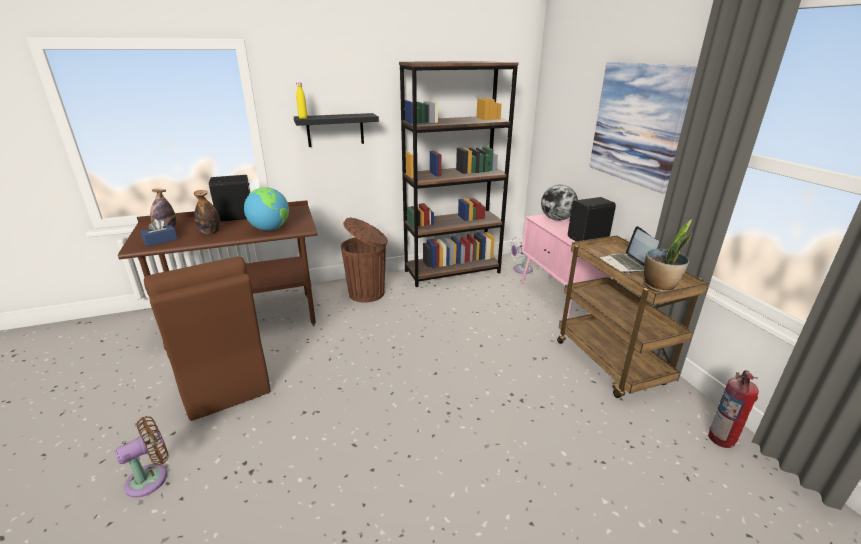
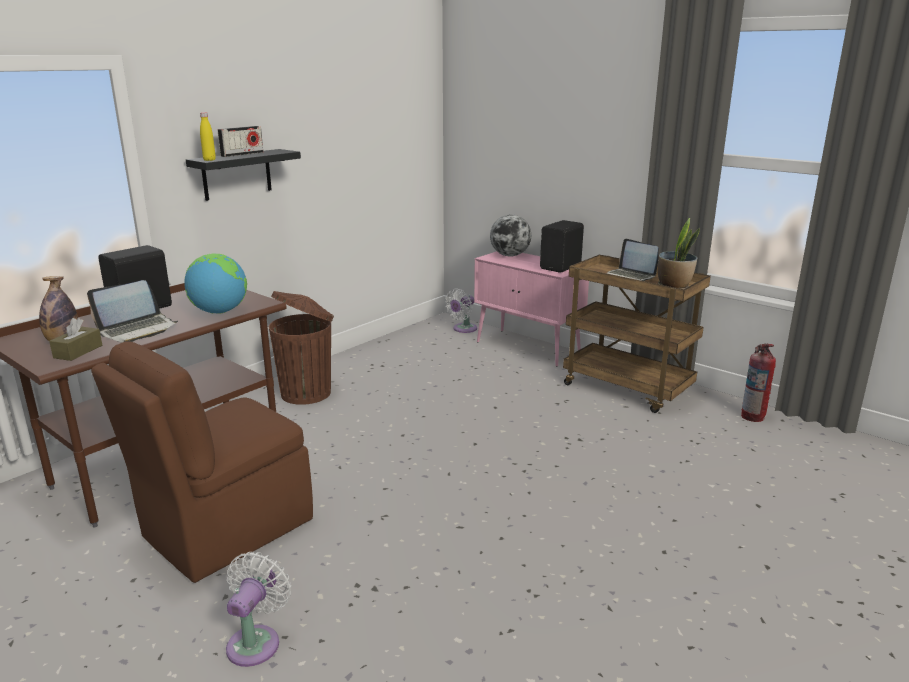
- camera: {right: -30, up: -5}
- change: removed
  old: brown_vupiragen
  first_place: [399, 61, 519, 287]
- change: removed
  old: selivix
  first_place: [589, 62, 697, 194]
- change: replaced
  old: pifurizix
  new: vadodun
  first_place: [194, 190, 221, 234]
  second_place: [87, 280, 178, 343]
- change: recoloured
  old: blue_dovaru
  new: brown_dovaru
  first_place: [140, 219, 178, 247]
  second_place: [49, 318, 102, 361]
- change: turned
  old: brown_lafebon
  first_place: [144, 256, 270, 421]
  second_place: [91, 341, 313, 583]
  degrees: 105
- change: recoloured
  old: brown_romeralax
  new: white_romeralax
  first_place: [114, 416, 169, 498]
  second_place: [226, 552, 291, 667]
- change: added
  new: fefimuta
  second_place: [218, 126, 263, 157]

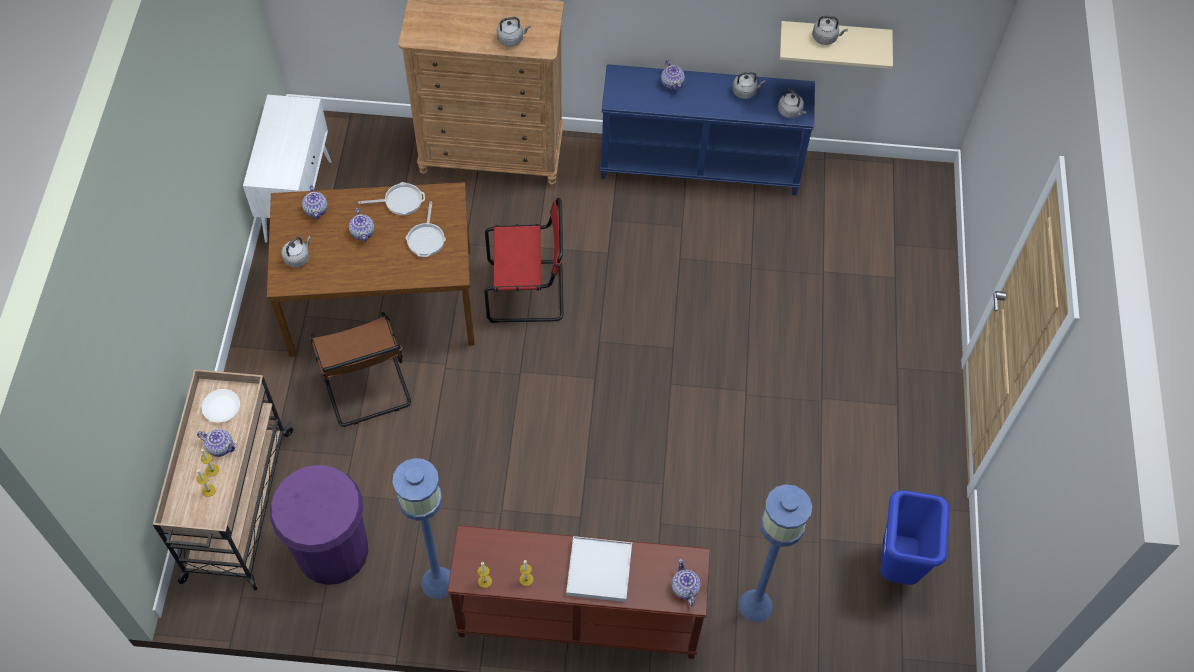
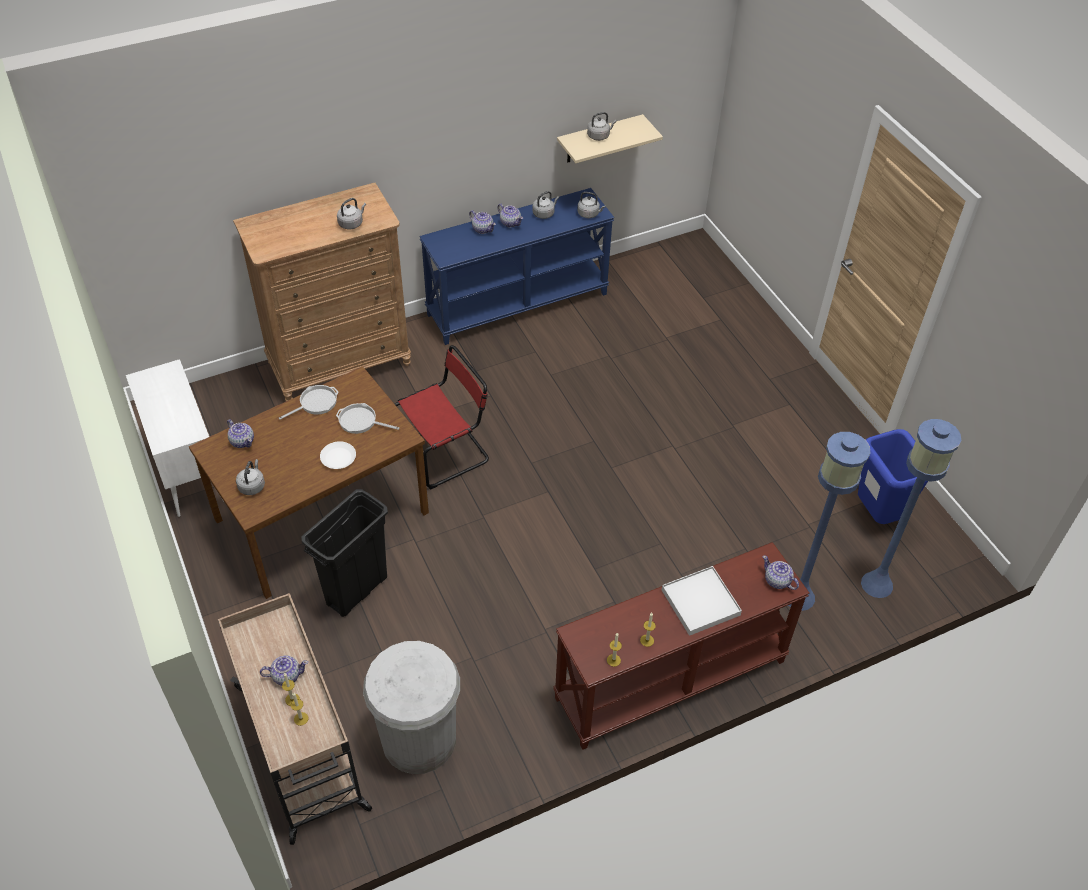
- camera: {right: -30, up: -10}
- change: turned
  old: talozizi
  first_place: [406, 202, 446, 257]
  second_place: [336, 403, 399, 434]
  degrees: 135
- change: moved
  old: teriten
  first_place: [349, 208, 374, 242]
  second_place: [497, 204, 523, 227]
- change: replaced
  old: brown_lafebon
  new: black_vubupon
  first_place: [311, 312, 411, 427]
  second_place: [301, 489, 388, 617]
- change: moved
  old: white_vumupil
  first_place: [202, 389, 240, 423]
  second_place: [320, 441, 356, 469]
- change: moved
  old: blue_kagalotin
  first_place: [392, 458, 451, 599]
  second_place: [861, 419, 961, 598]
- change: recoloured
  old: purple_vubupon
  new: white_vubupon
  first_place: [270, 465, 368, 585]
  second_place: [363, 641, 460, 774]

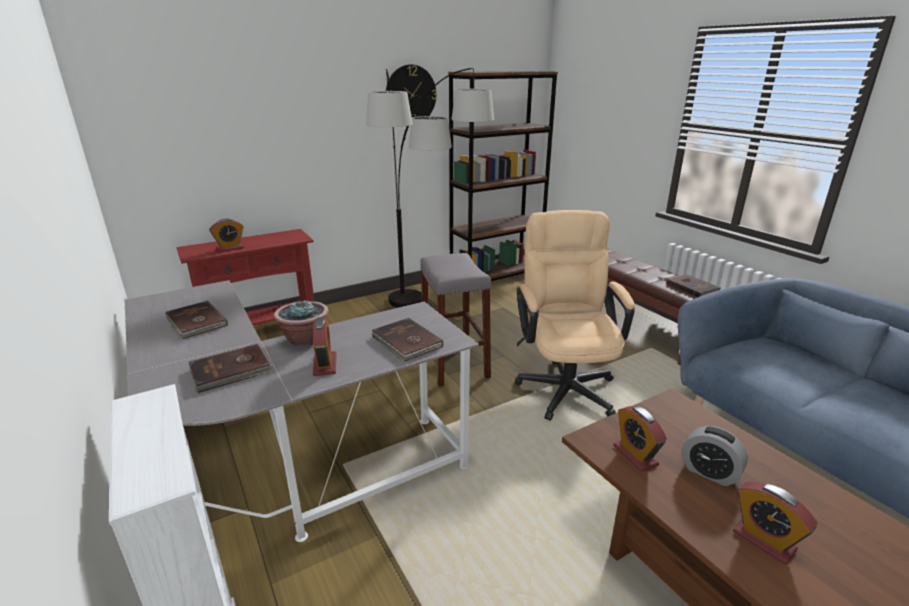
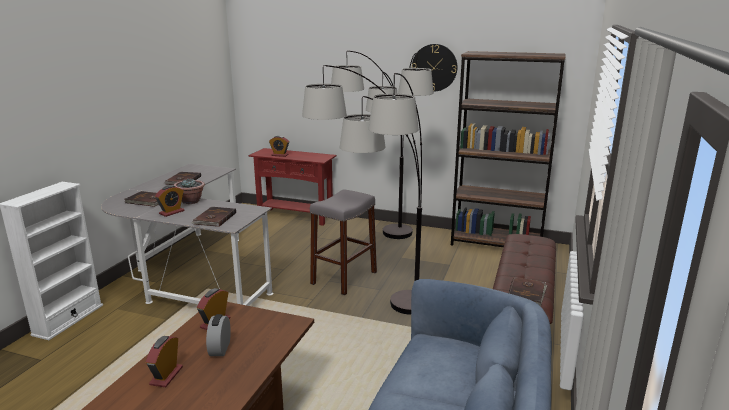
- camera: {right: 50, up: -5}
- change: replaced
  old: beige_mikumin
  new: kagalotin
  first_place: [515, 210, 635, 421]
  second_place: [302, 65, 422, 315]

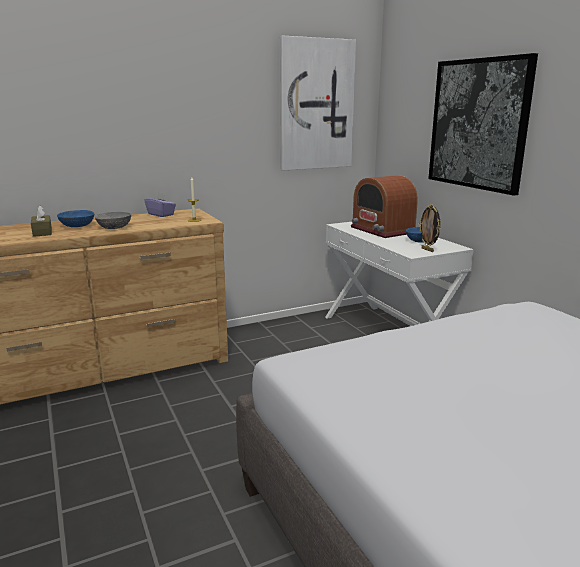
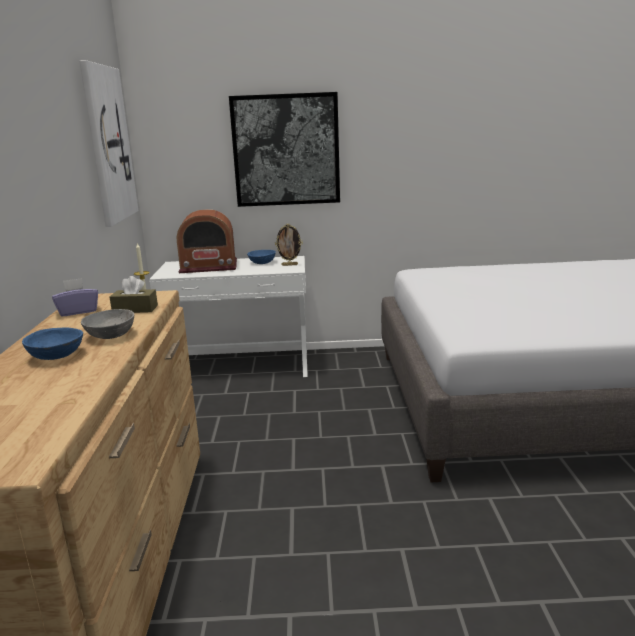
- camera: {right: -65, up: 0}
- change: moved
  old: brown_dovaru
  first_place: [31, 206, 52, 237]
  second_place: [110, 276, 158, 313]

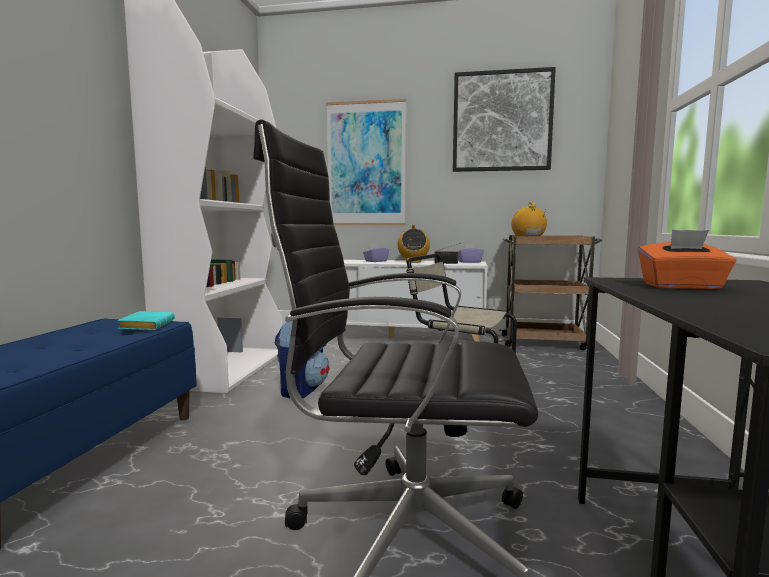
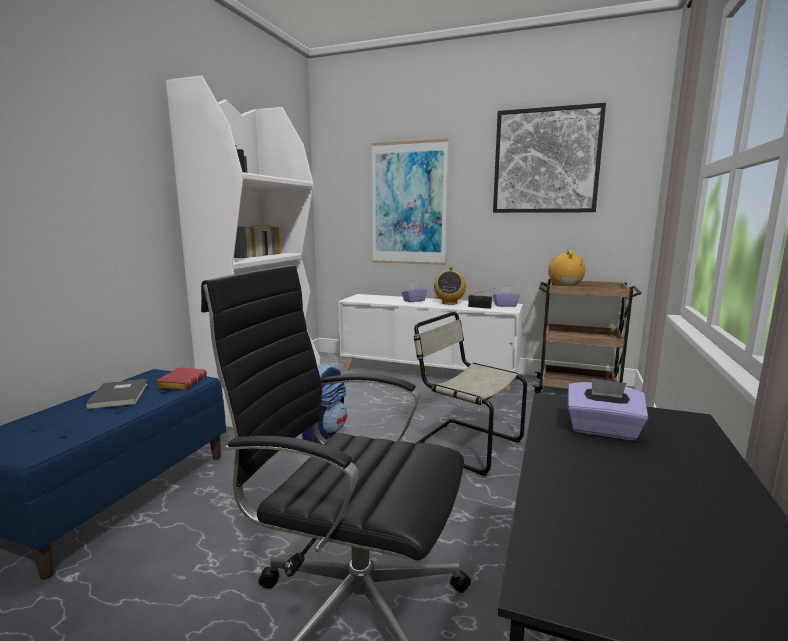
- camera: {right: 10, up: 5}
- change: recoloured
  old: orange_dovaru
  new: purple_dovaru
  first_place: [638, 229, 736, 289]
  second_place: [568, 378, 648, 440]
- change: recoloured
  old: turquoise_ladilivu
  new: red_ladilivu
  first_place: [118, 311, 175, 330]
  second_place: [156, 367, 207, 390]
- change: added
  new: grey_ladilivu
  second_place: [85, 379, 148, 410]

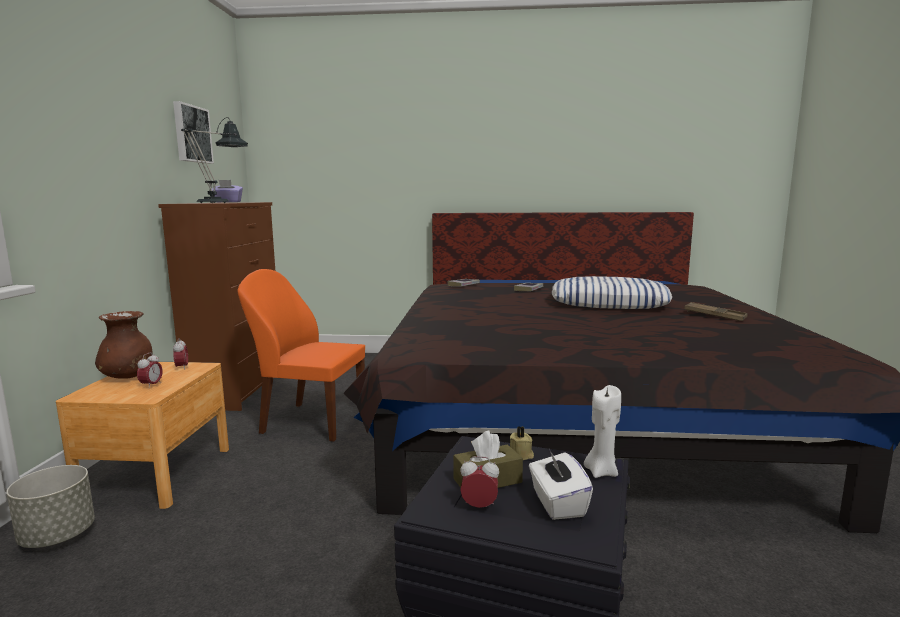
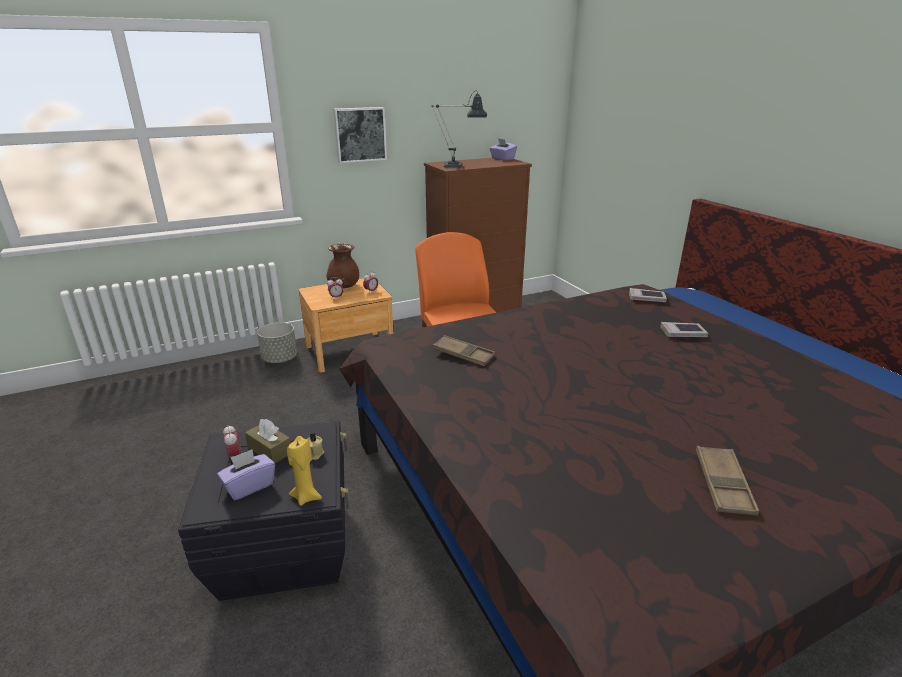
- camera: {right: 60, up: 15}
- change: moved
  old: selivix
  first_place: [173, 101, 214, 164]
  second_place: [333, 107, 387, 163]
- change: removed
  old: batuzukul
  first_place: [552, 276, 672, 309]
- change: recoloured
  old: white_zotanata
  new: yellow_zotanata
  first_place: [584, 385, 621, 478]
  second_place: [287, 436, 322, 506]
- change: recoloured
  old: white_dovaru
  new: purple_dovaru
  first_place: [529, 449, 593, 520]
  second_place: [217, 449, 275, 500]
- change: added
  new: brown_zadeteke
  second_place: [432, 335, 495, 366]

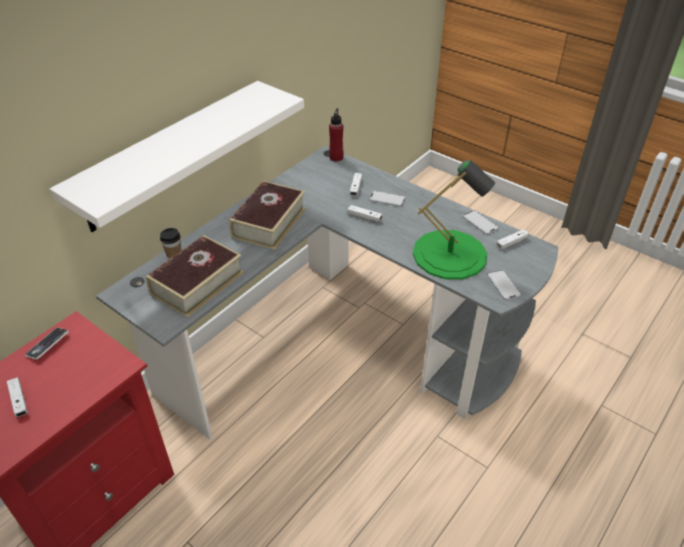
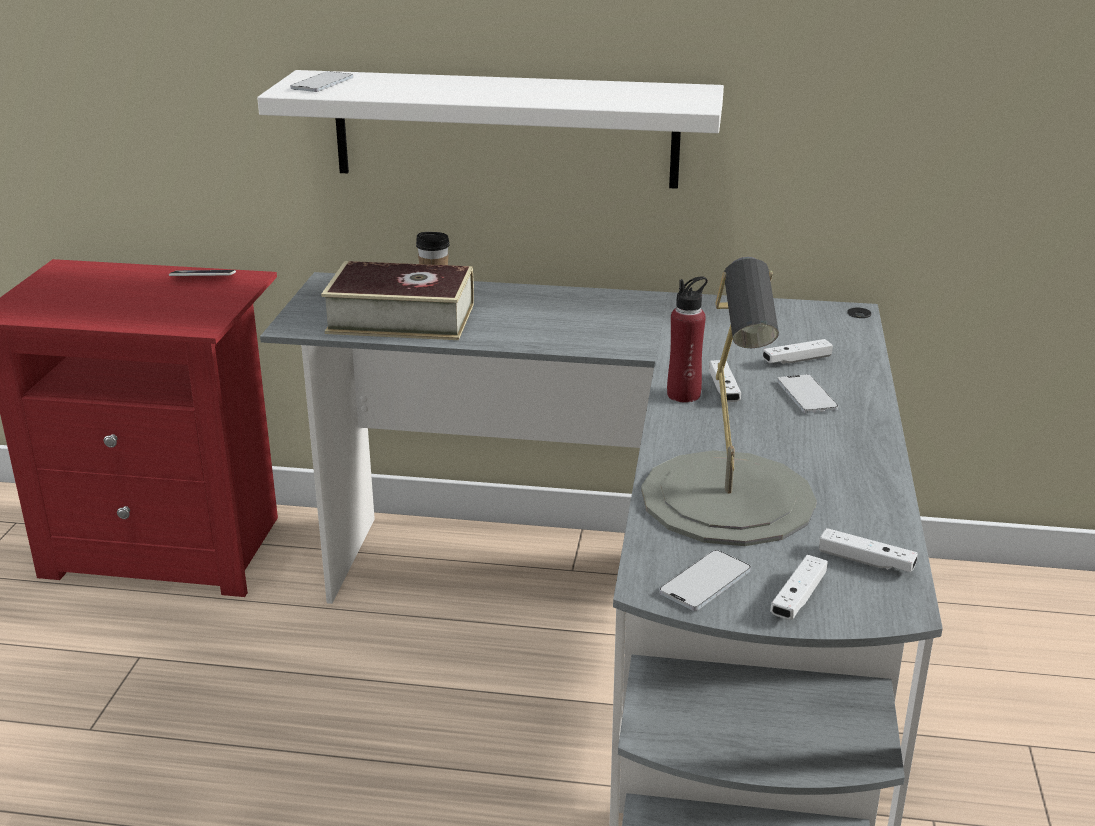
- camera: {right: 60, up: -15}
- change: moved
  old: red_pifurizix
  first_place: [329, 108, 343, 162]
  second_place: [667, 276, 708, 402]
- change: recoloured
  old: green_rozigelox
  new: grey_rozigelox
  first_place: [413, 160, 495, 280]
  second_place: [641, 257, 817, 546]
- change: removed
  old: ladilivu
  first_place: [229, 181, 306, 250]
- change: moved
  old: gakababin
  first_place: [463, 210, 498, 235]
  second_place: [290, 71, 353, 92]
- change: moved
  old: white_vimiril
  first_place: [7, 377, 28, 417]
  second_place: [770, 555, 828, 620]

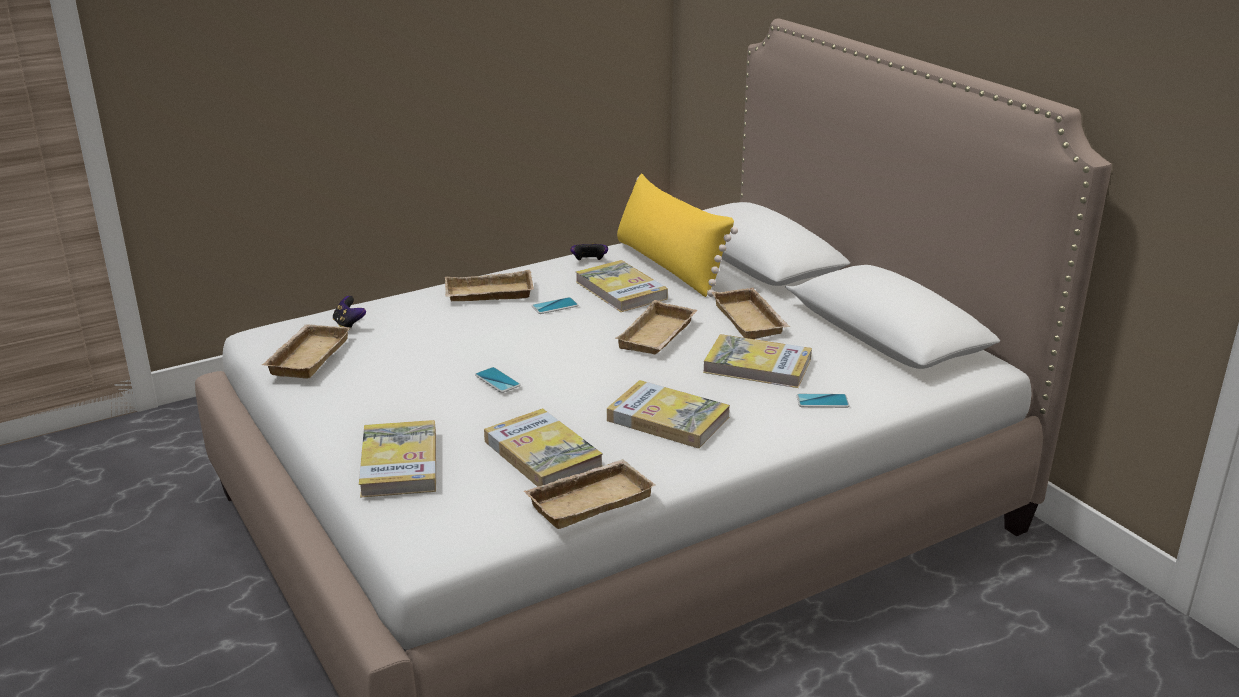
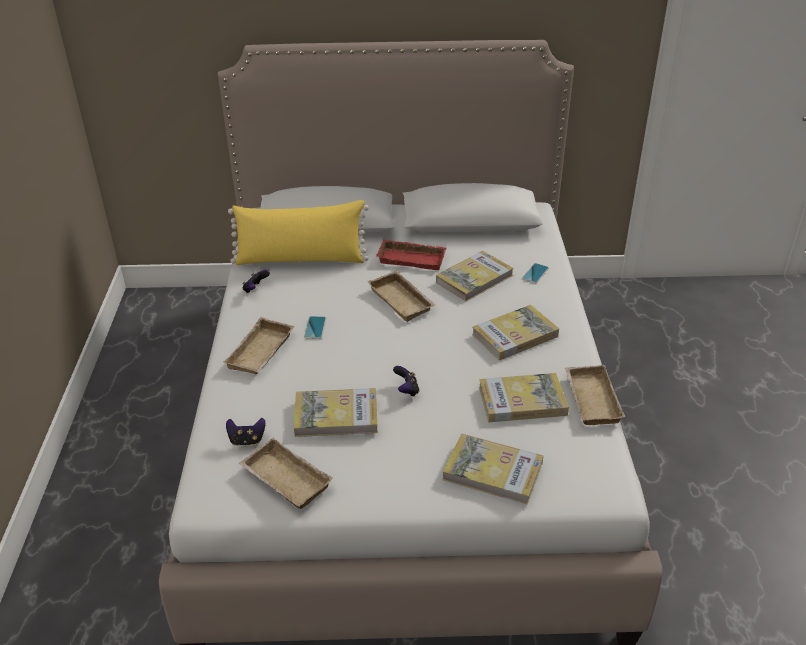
- camera: {right: -60, up: 10}
- change: moved
  old: ladilivu
  first_place: [576, 260, 668, 312]
  second_place: [294, 388, 378, 437]
- change: recoloured
  old: beige_zadeteke
  new: red_zadeteke
  first_place: [711, 288, 790, 339]
  second_place: [376, 239, 446, 270]
- change: replaced
  old: gakababin
  new: vimiril
  first_place: [475, 367, 521, 393]
  second_place: [393, 366, 419, 397]

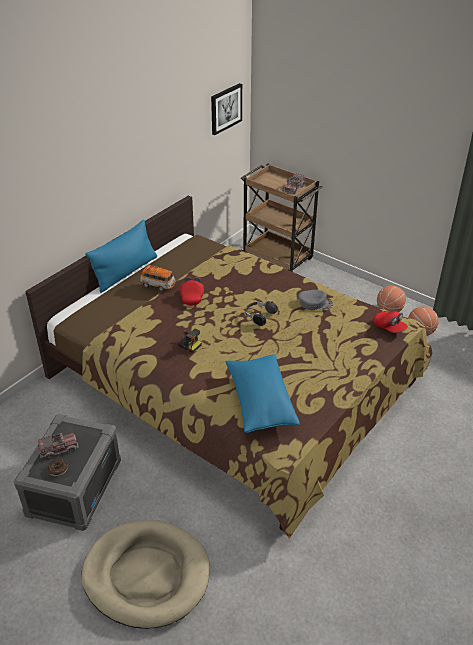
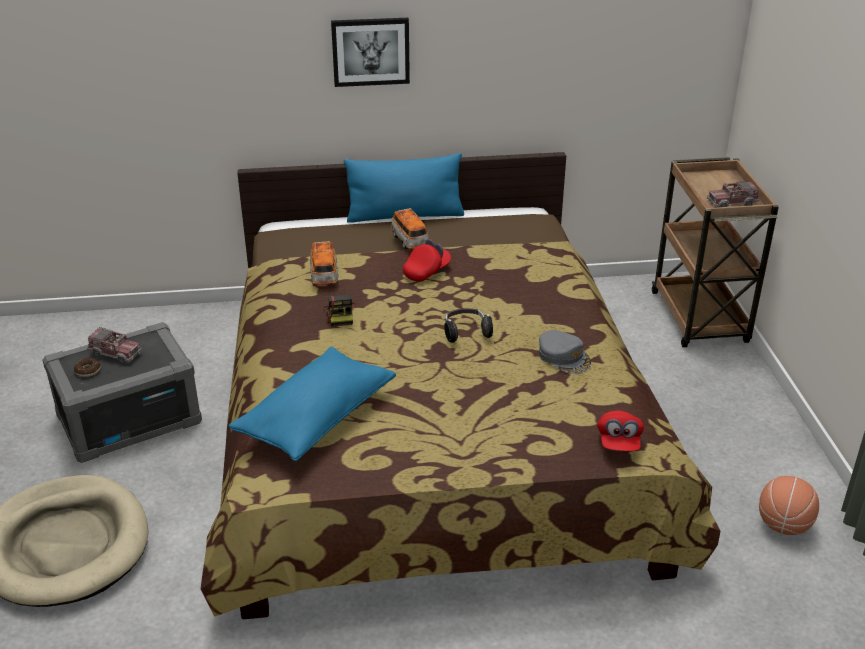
- camera: {right: 45, up: -5}
- change: moved
  old: selivix
  first_place: [211, 83, 242, 135]
  second_place: [331, 18, 410, 87]
- change: removed
  old: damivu
  first_place: [377, 285, 406, 312]
- change: added
  new: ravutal
  second_place: [310, 242, 338, 286]

